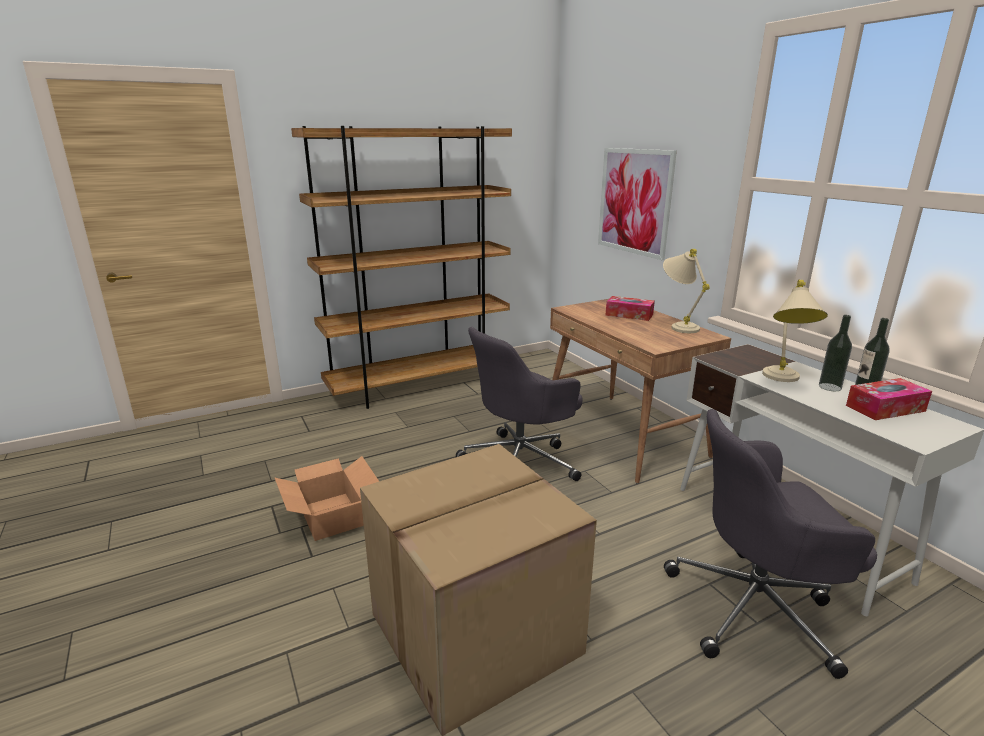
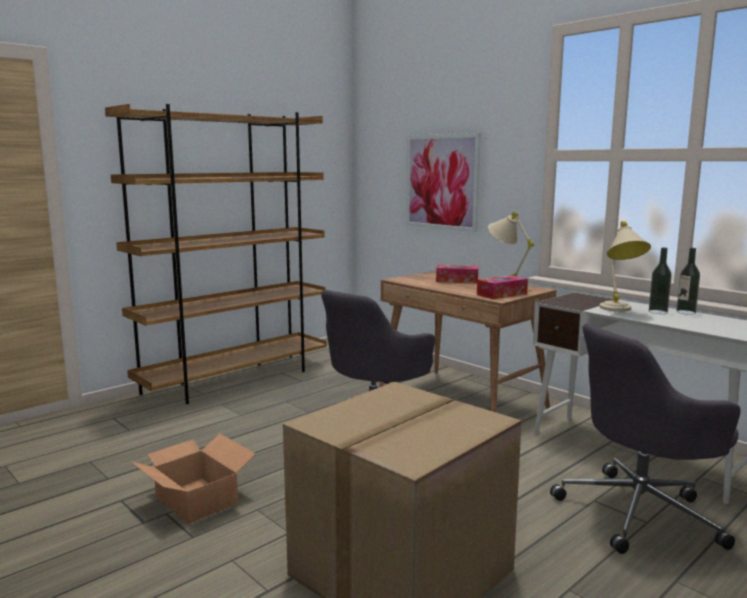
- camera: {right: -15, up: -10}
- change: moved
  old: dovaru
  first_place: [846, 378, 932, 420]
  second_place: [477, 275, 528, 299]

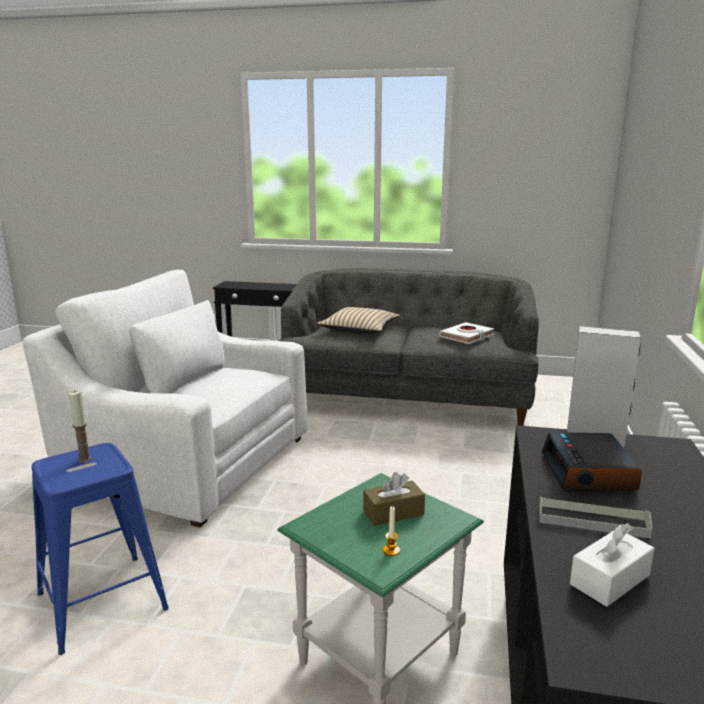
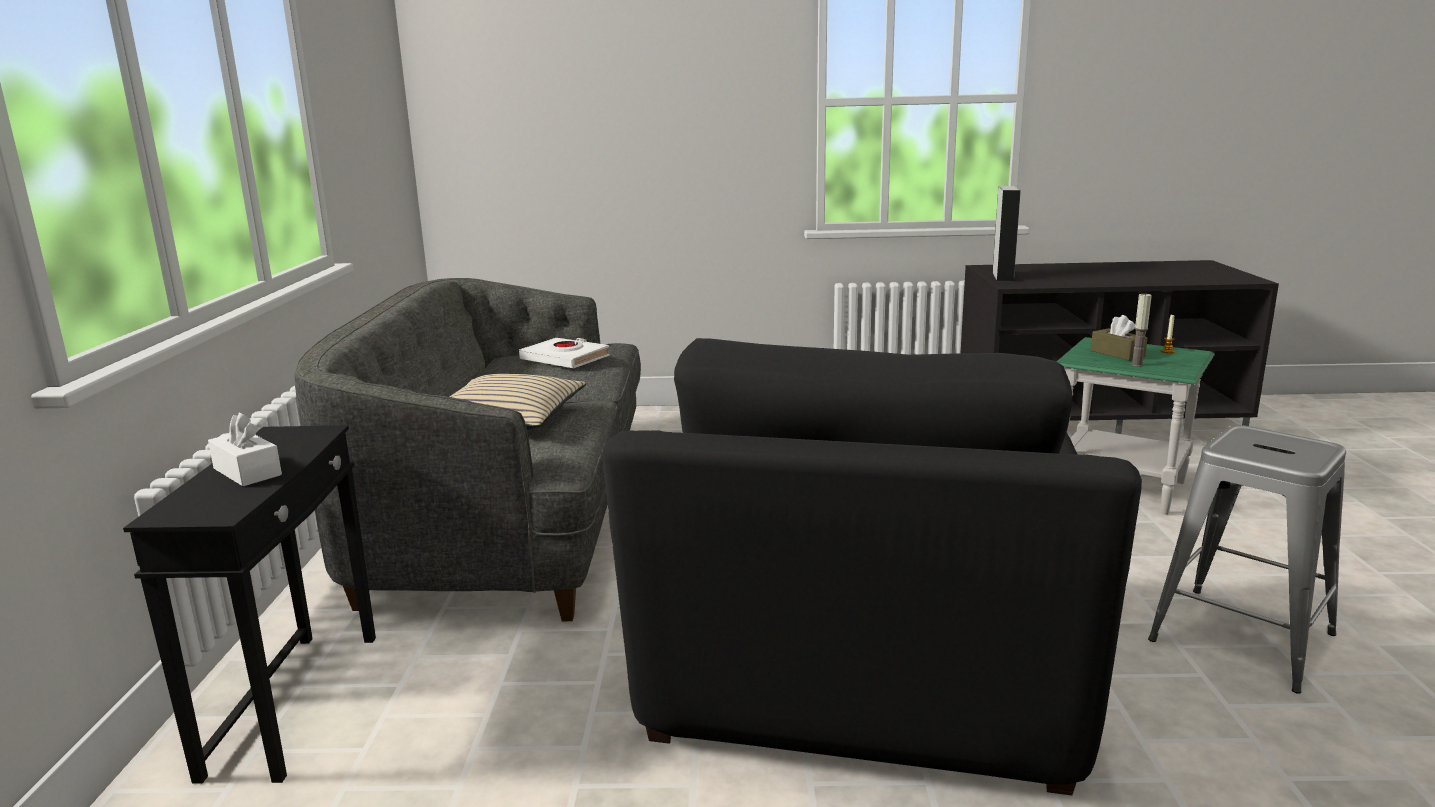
- camera: {right: -100, up: 0}
- change: recoloured
  old: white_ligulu
  new: black_ligulu
  first_place: [23, 270, 307, 528]
  second_place: [602, 338, 1142, 795]
- change: moved
  old: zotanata
  first_place: [68, 390, 91, 462]
  second_place: [1130, 293, 1152, 367]
- change: removed
  old: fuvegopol
  first_place: [542, 432, 642, 490]
- change: recoloured
  old: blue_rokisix
  new: grey_rokisix
  first_place: [31, 443, 169, 655]
  second_place: [1148, 425, 1346, 694]
- change: removed
  old: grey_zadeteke
  first_place: [539, 496, 652, 538]
- change: moved
  old: white_dovaru
  first_place: [570, 523, 654, 607]
  second_place: [208, 413, 282, 486]

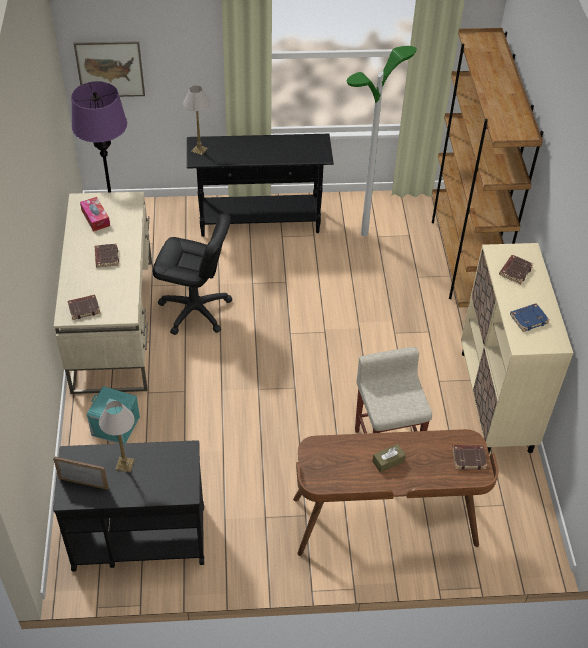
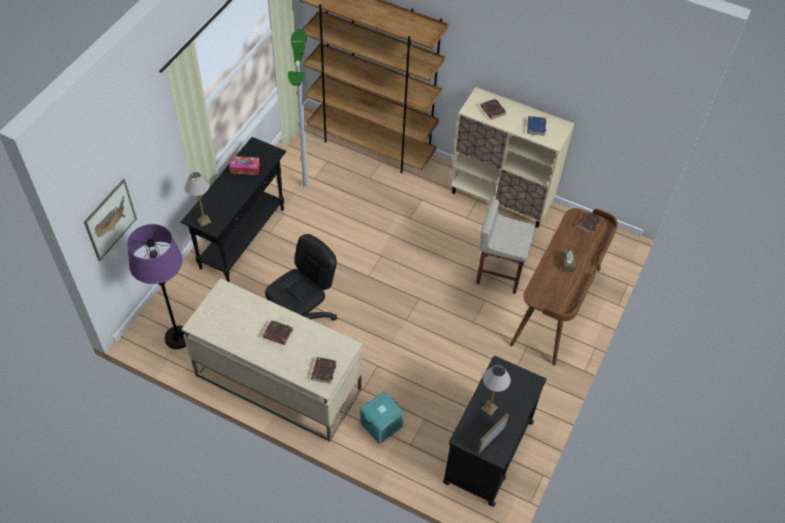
- camera: {right: -60, up: 5}
- change: moved
  old: dovaru
  first_place: [80, 197, 110, 232]
  second_place: [229, 156, 260, 175]

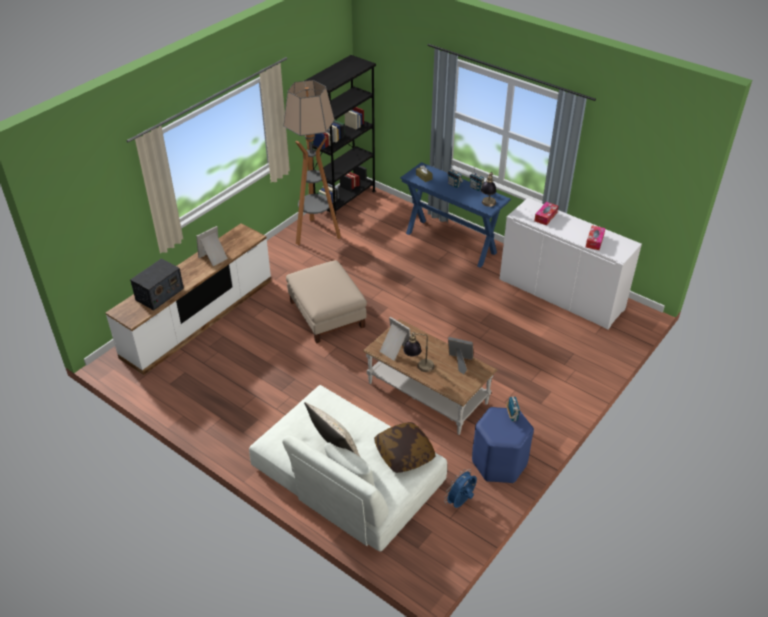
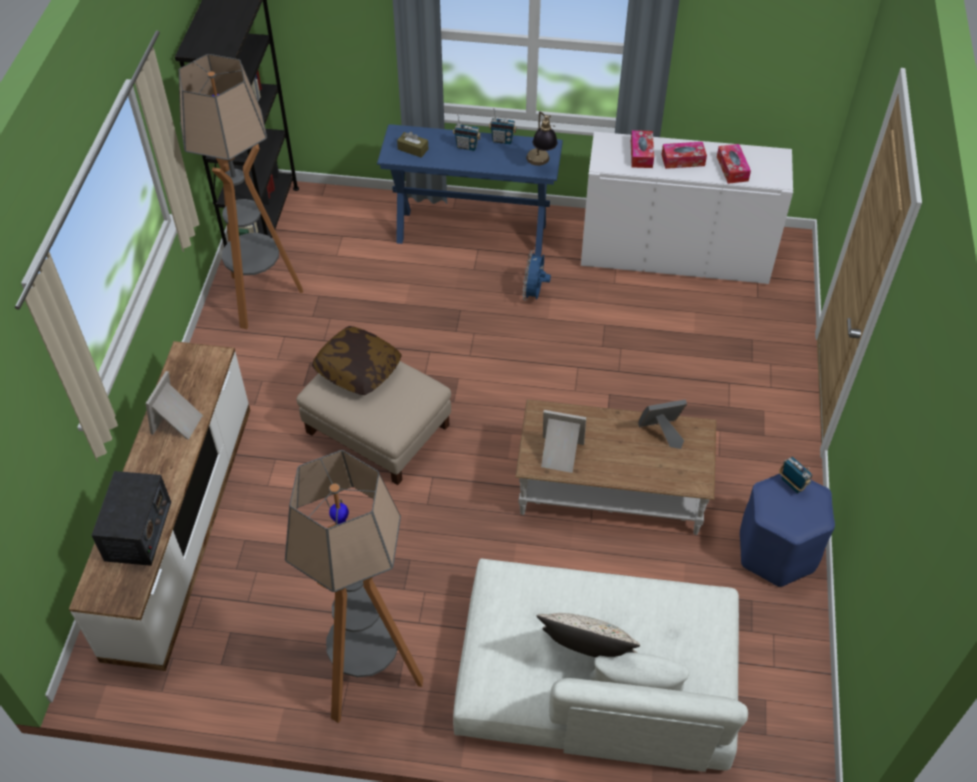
- camera: {right: -30, up: 10}
- change: removed
  old: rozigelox
  first_place: [403, 332, 434, 372]
- change: moved
  old: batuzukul
  first_place: [374, 422, 436, 473]
  second_place: [312, 326, 402, 395]
- change: moved
  old: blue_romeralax
  first_place: [444, 469, 477, 508]
  second_place: [522, 250, 551, 301]
- change: added
  new: dovaru
  second_place: [661, 142, 707, 169]
- change: added
  new: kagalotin
  second_place: [285, 450, 423, 723]

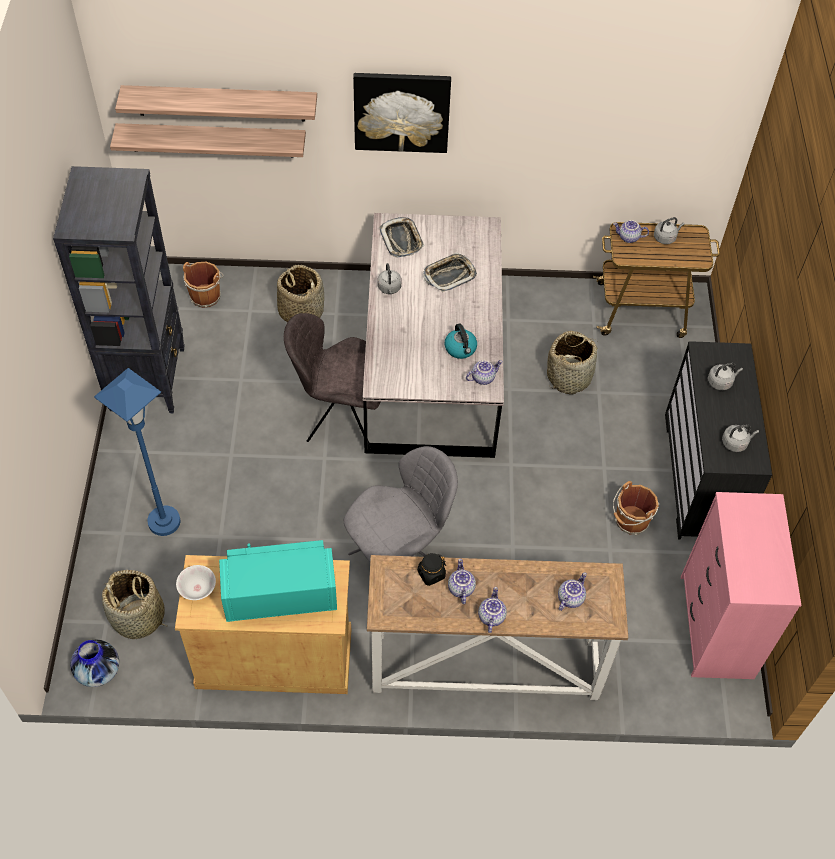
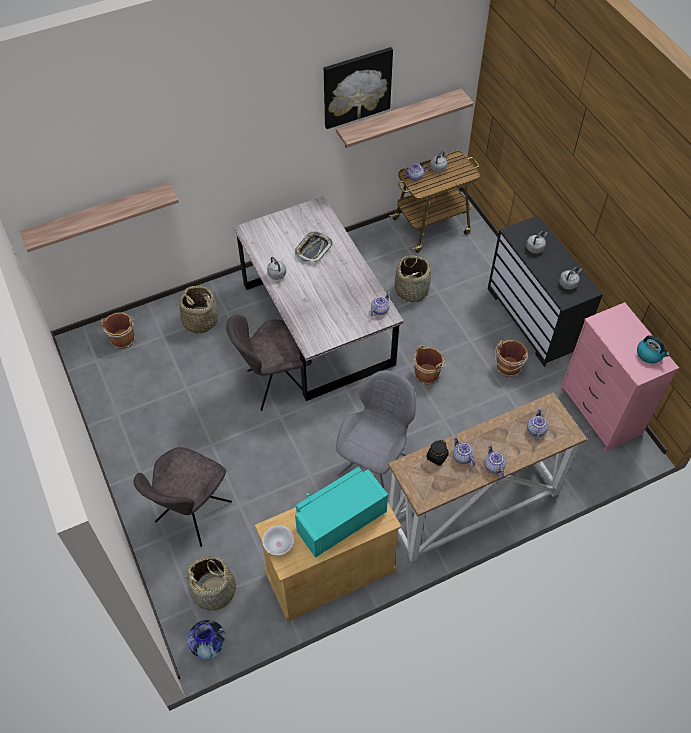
- camera: {right: -25, up: 0}
- change: moved
  old: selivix
  first_place: [353, 73, 451, 153]
  second_place: [324, 47, 393, 129]
- change: moved
  old: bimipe
  first_place: [115, 85, 317, 121]
  second_place: [336, 88, 474, 148]
- change: removed
  old: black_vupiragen
  first_place: [53, 166, 185, 413]
- change: removed
  old: zadeteke
  first_place: [379, 217, 424, 258]
- change: moved
  old: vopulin
  first_place: [445, 324, 477, 359]
  second_place: [637, 335, 670, 363]
- change: replaced
  old: blue_kagalotin
  new: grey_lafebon
  first_place: [94, 368, 180, 536]
  second_place: [134, 447, 232, 547]
- change: added
  new: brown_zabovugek
  second_place: [413, 345, 446, 385]

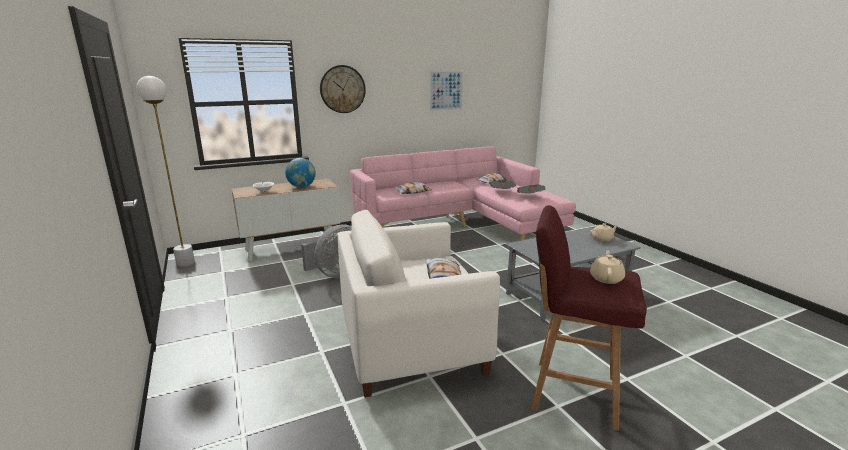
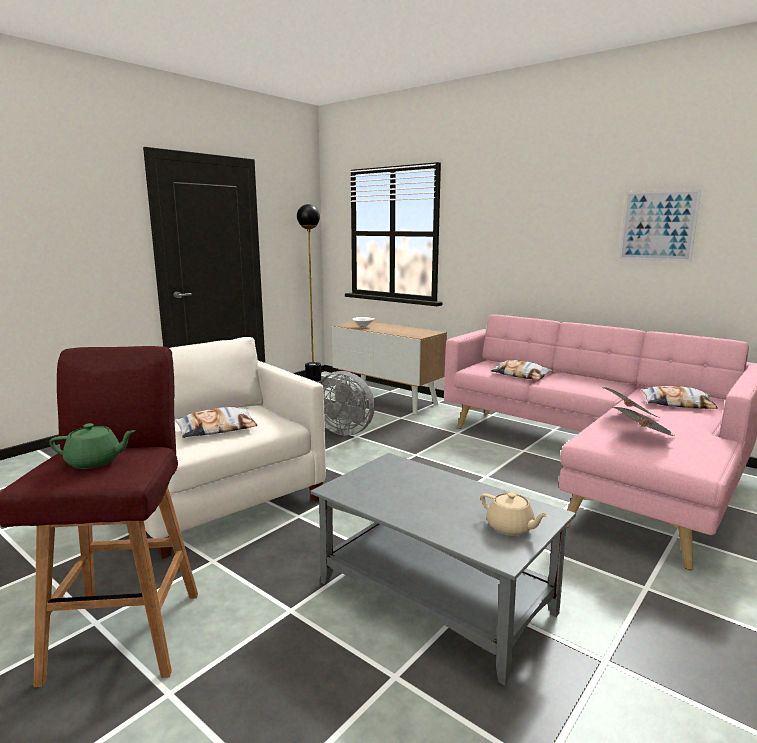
- camera: {right: 65, up: -5}
- change: removed
  old: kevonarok
  first_place: [320, 65, 366, 113]
- change: recoloured
  old: white_kagalotin
  new: black_kagalotin
  first_place: [136, 76, 195, 267]
  second_place: [297, 204, 321, 382]
- change: removed
  old: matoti
  first_place: [285, 158, 316, 188]
- change: recoloured
  old: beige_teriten
  new: green_teriten
  first_place: [590, 250, 625, 284]
  second_place: [49, 423, 136, 469]

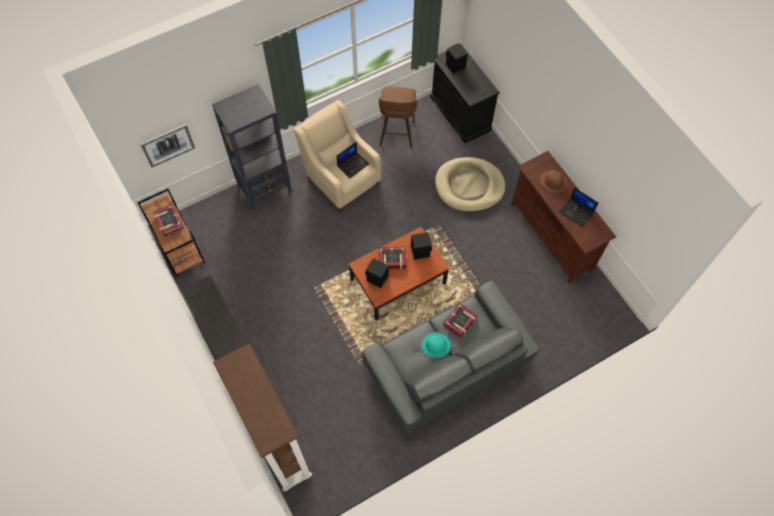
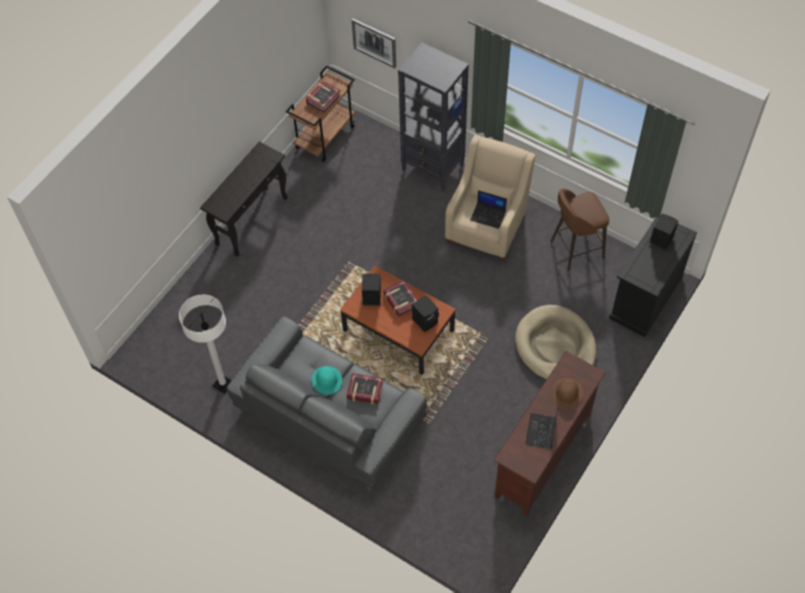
- camera: {right: 65, up: -5}
- change: removed
  old: brown_vupiragen
  first_place: [213, 343, 312, 491]
- change: added
  new: white_kagalotin
  second_place: [179, 295, 232, 394]

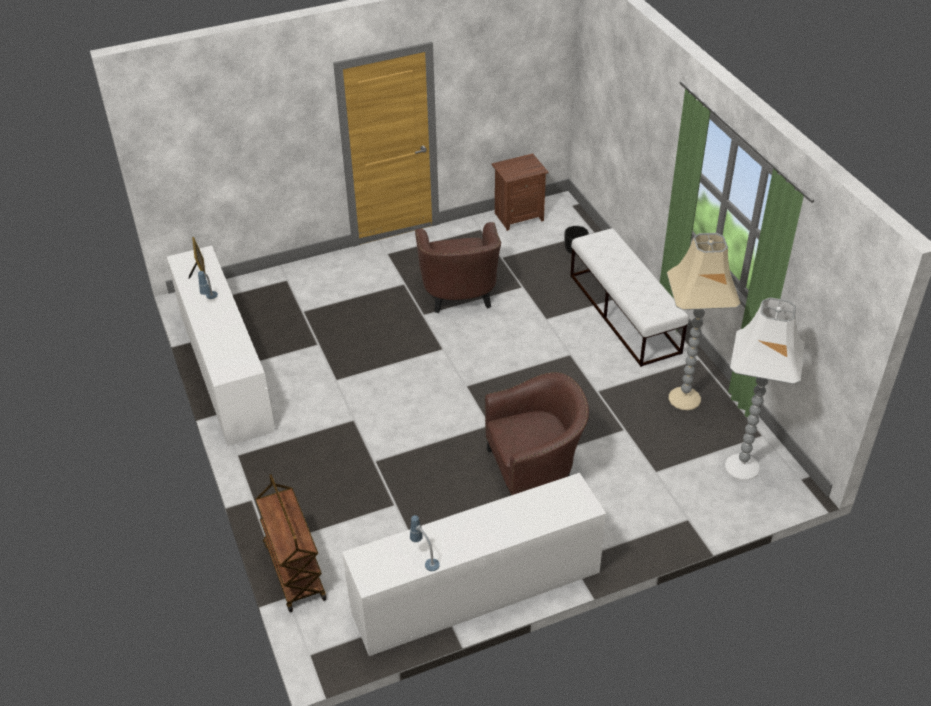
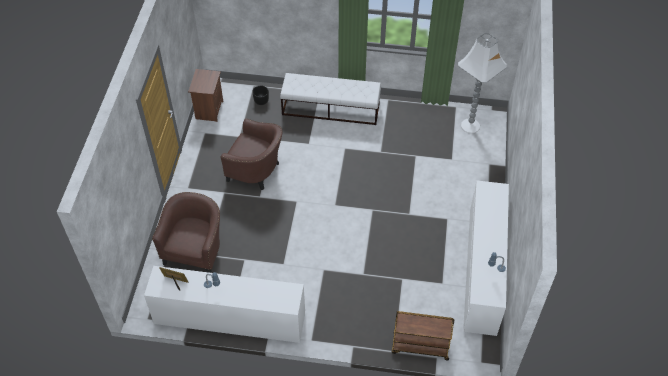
- camera: {right: -60, up: 10}
- change: removed
  old: beige_kagalotin
  first_place: [667, 233, 741, 410]
- change: moved
  old: brown_ligulu
  first_place: [485, 372, 589, 496]
  second_place: [152, 192, 220, 273]

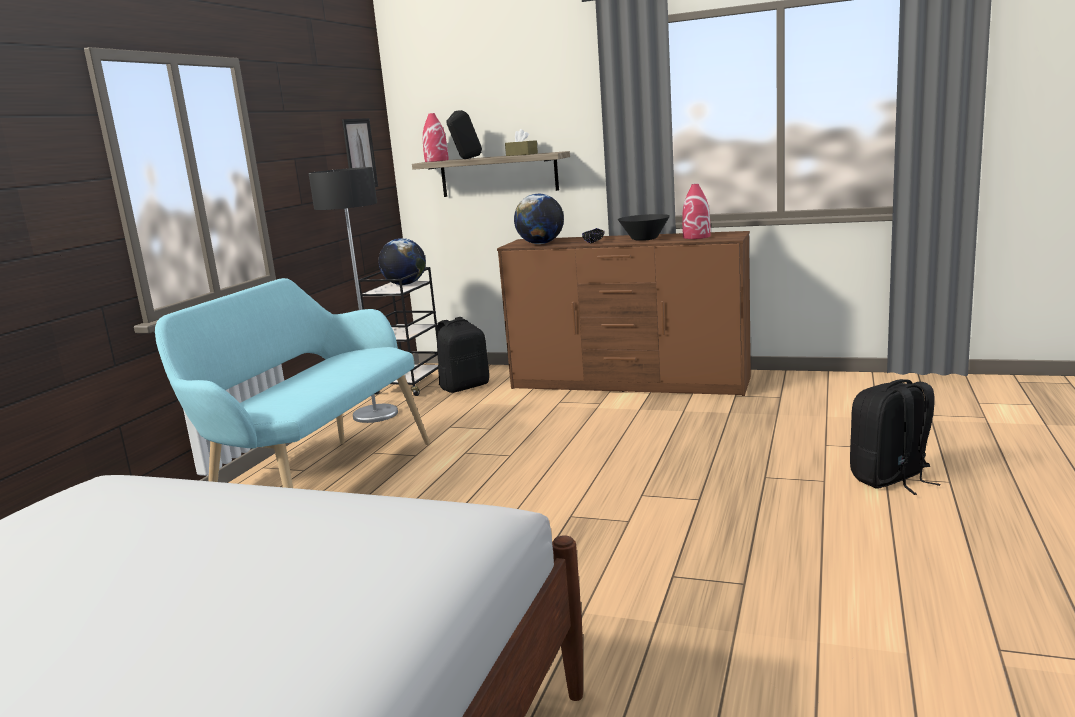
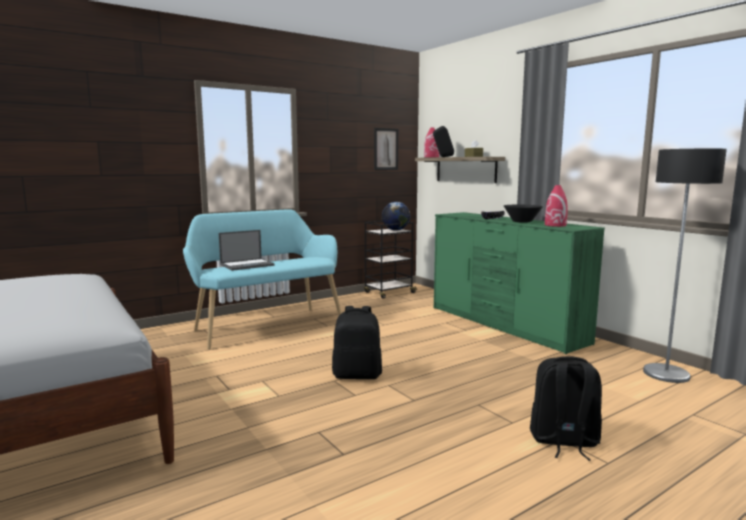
- camera: {right: 35, up: -5}
- change: moved
  old: kagalotin
  first_place: [309, 167, 398, 423]
  second_place: [643, 149, 727, 383]
- change: removed
  old: matoti
  first_place: [514, 194, 564, 244]
- change: recoloured
  old: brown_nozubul
  new: green_nozubul
  first_place: [497, 231, 751, 396]
  second_place: [434, 212, 605, 354]
- change: moved
  old: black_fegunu
  first_place: [437, 317, 489, 393]
  second_place: [332, 306, 382, 379]
- change: added
  new: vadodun
  second_place: [219, 230, 275, 271]

